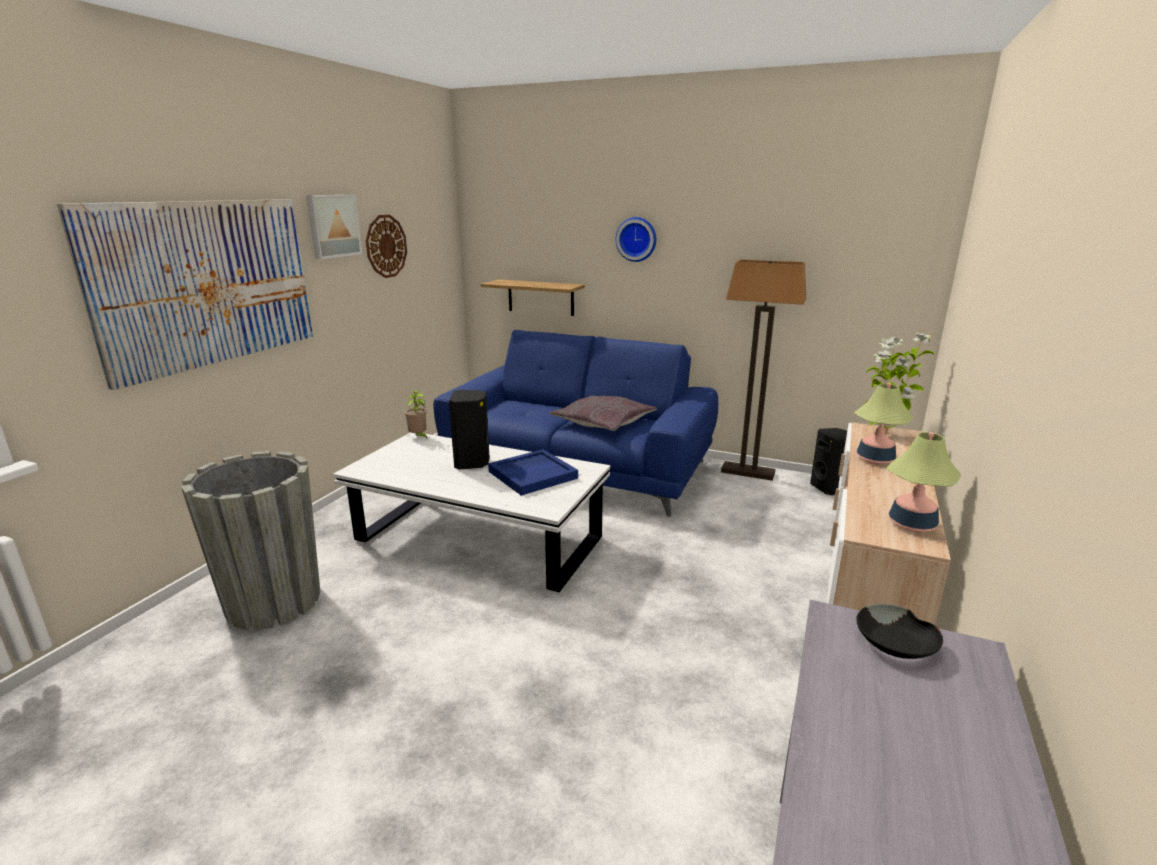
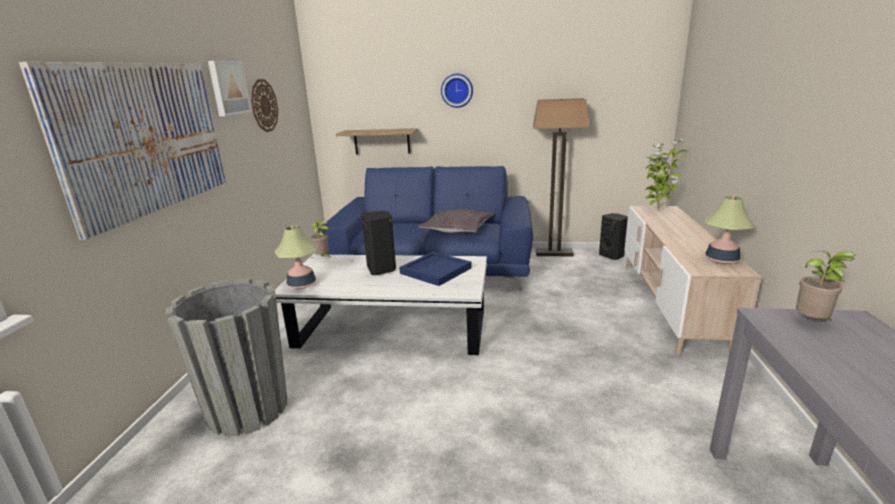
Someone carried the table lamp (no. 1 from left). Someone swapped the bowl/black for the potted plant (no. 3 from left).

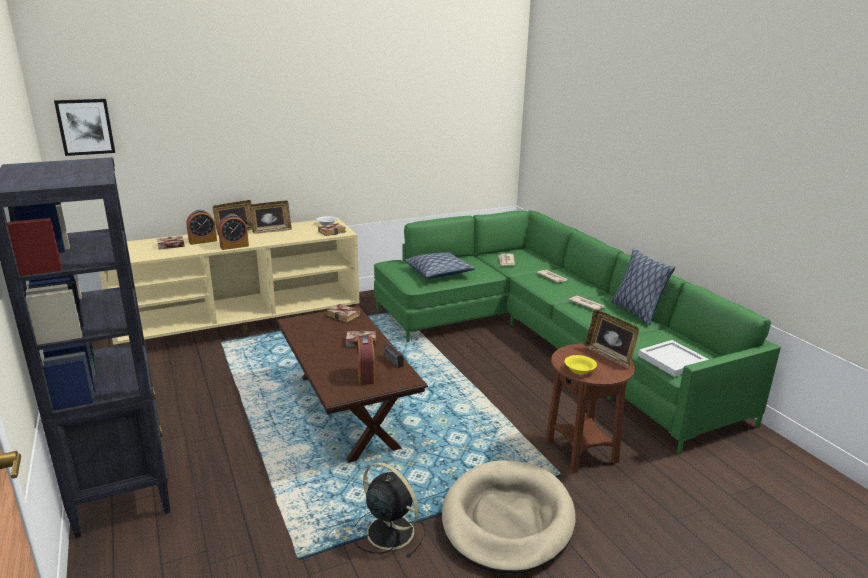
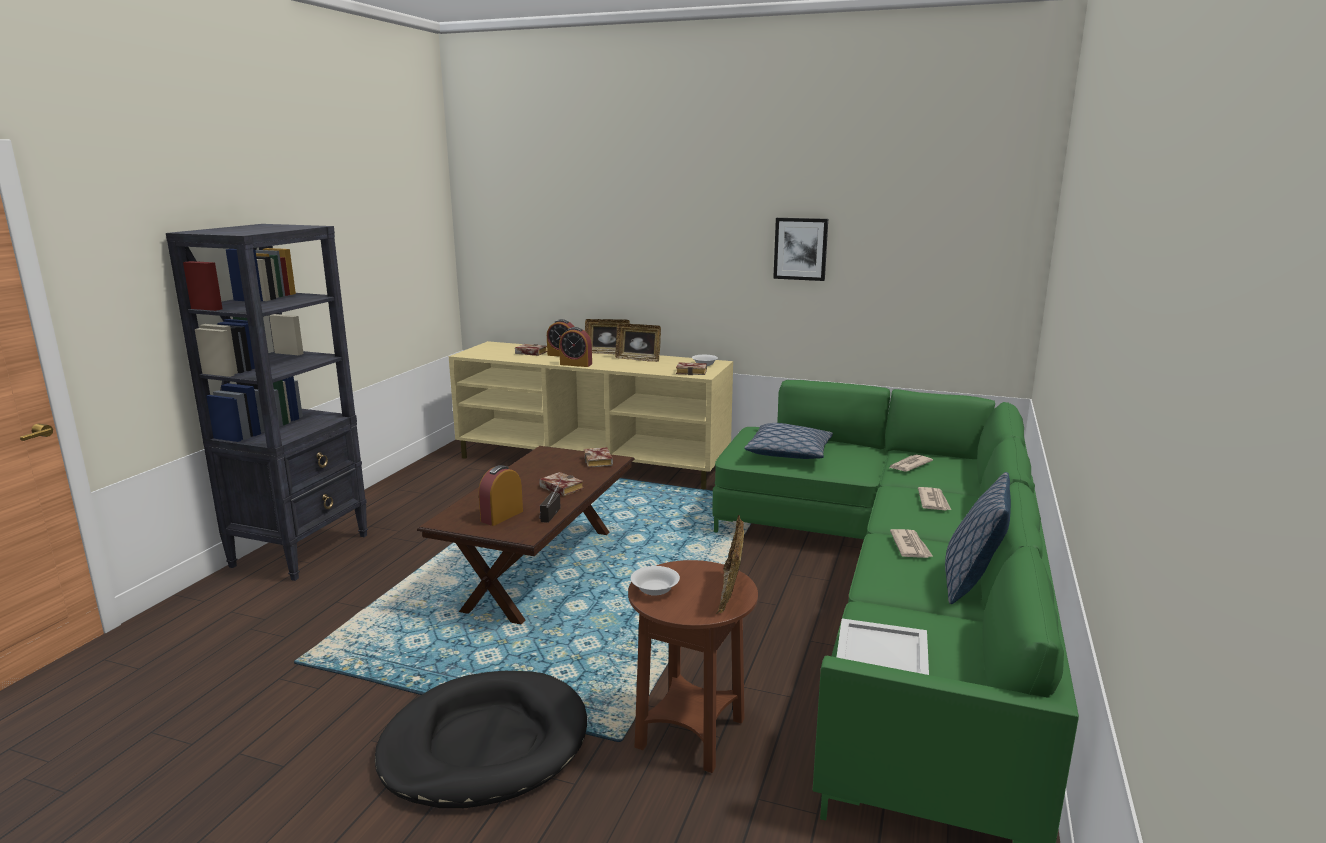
Someone carried the picture. Someone repainted the bowl/yellow, which became the bowl/white (no. 1 from left). Someone repainted the dog bed/beige, which became the dog bed/black. Someone took away the fan/black.

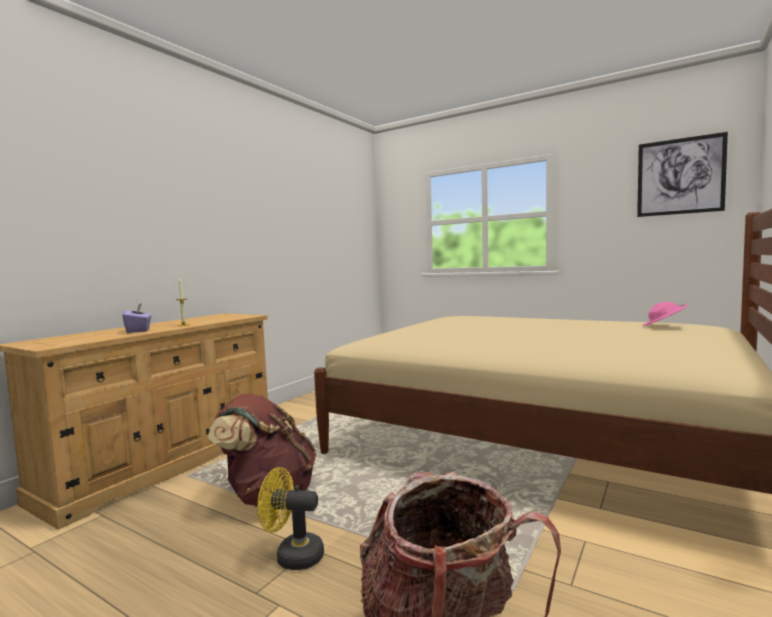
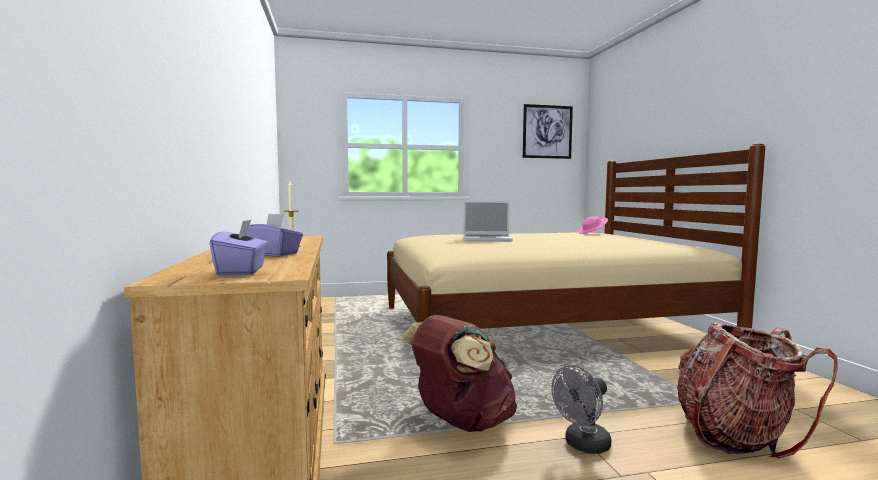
Someone repainted the fan/yellow, which became the fan/grey. Someone put down the laptop. Someone put down the tissue box/purple (no. 1 from left).

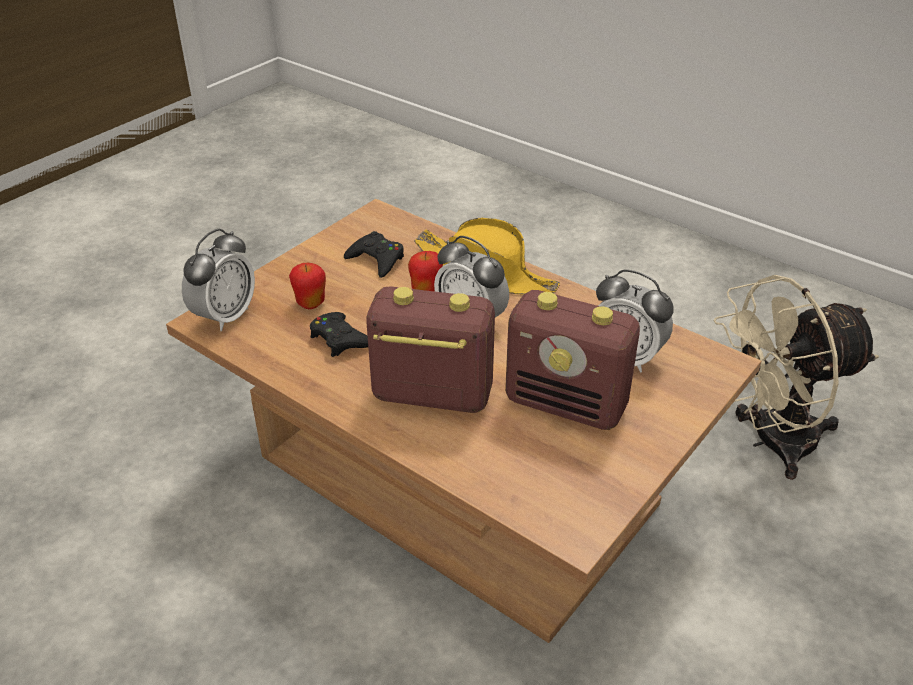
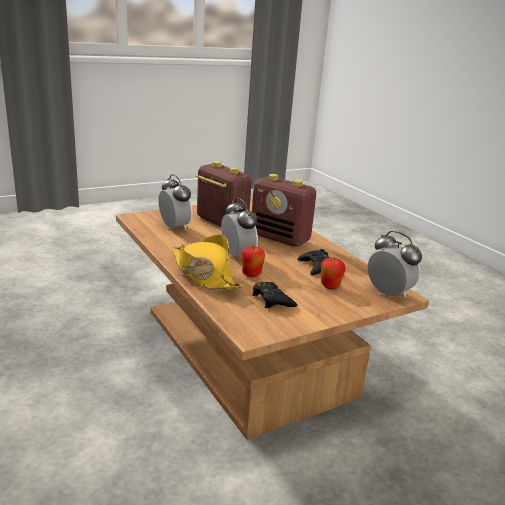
Someone rotated the alarm clock (no. 1 from left in the first image) by 90 degrees clockwise. Someone took away the fan/beige.

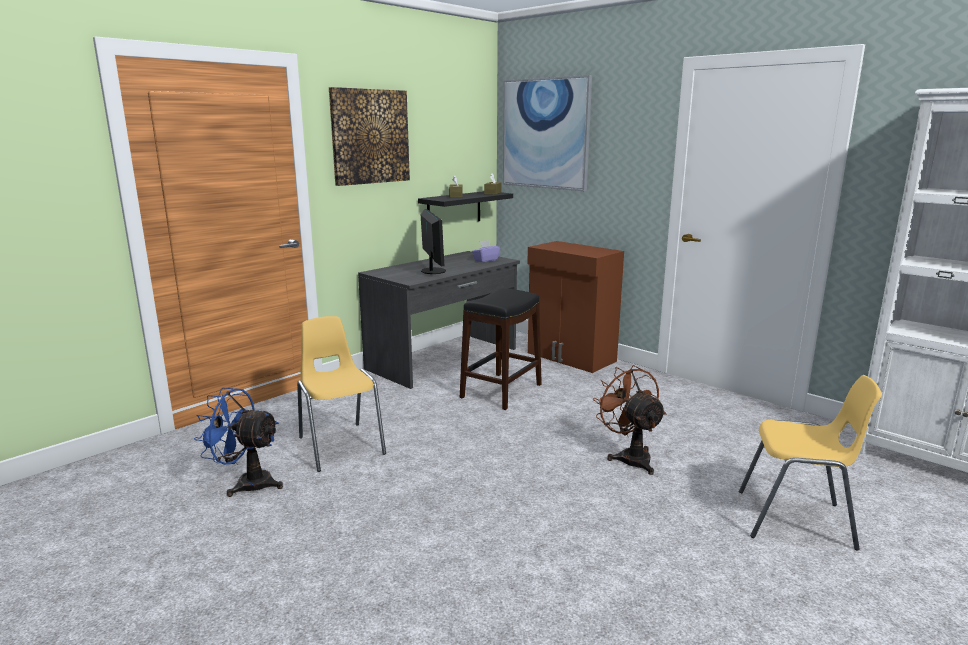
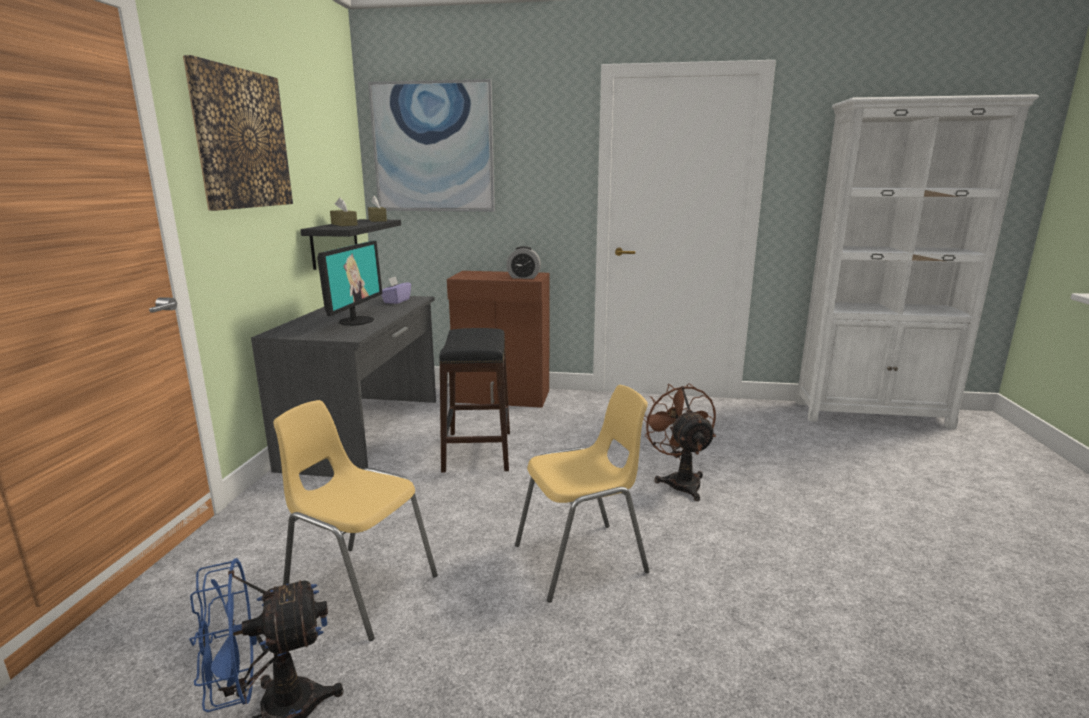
Someone rotated the monitor by 60 degrees clockwise. Someone rotated the fan/brown by 45 degrees clockwise. Someone carried the chair/yellow (no. 2 from left). Someone put down the alarm clock.

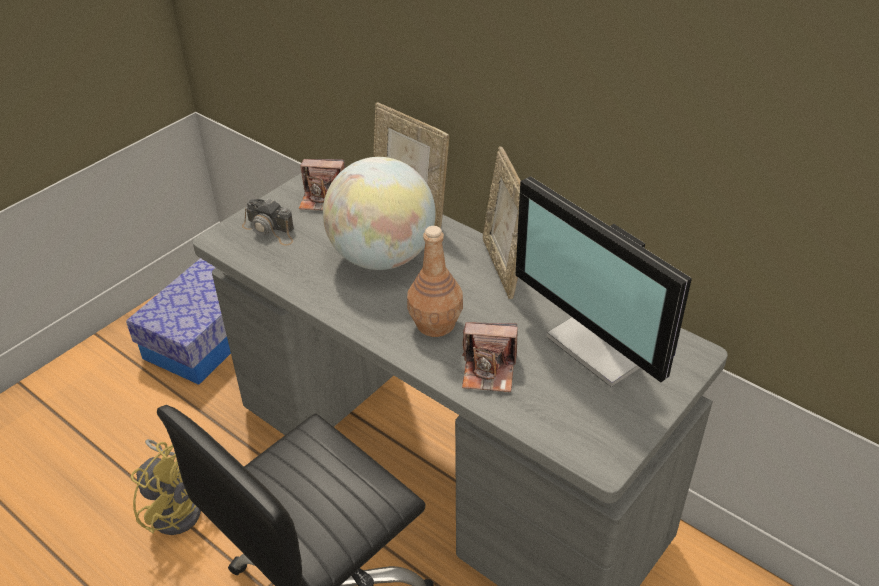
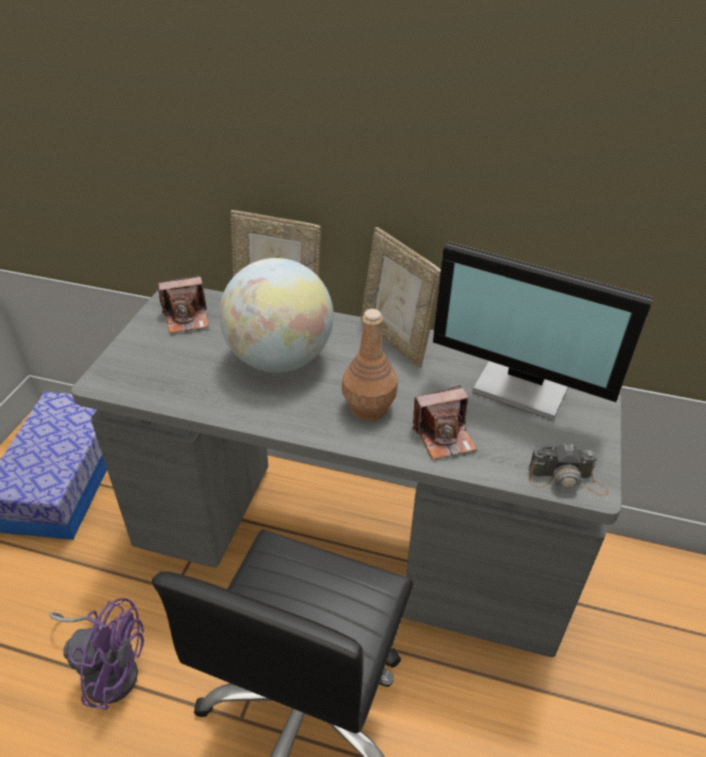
Someone carried the photo camera (no. 1 from left in the first image). Someone repainted the fan/yellow, which became the fan/purple.

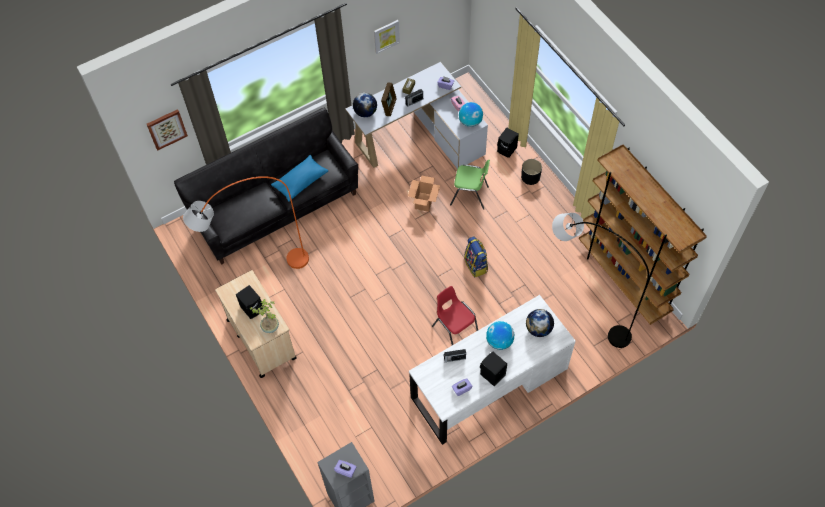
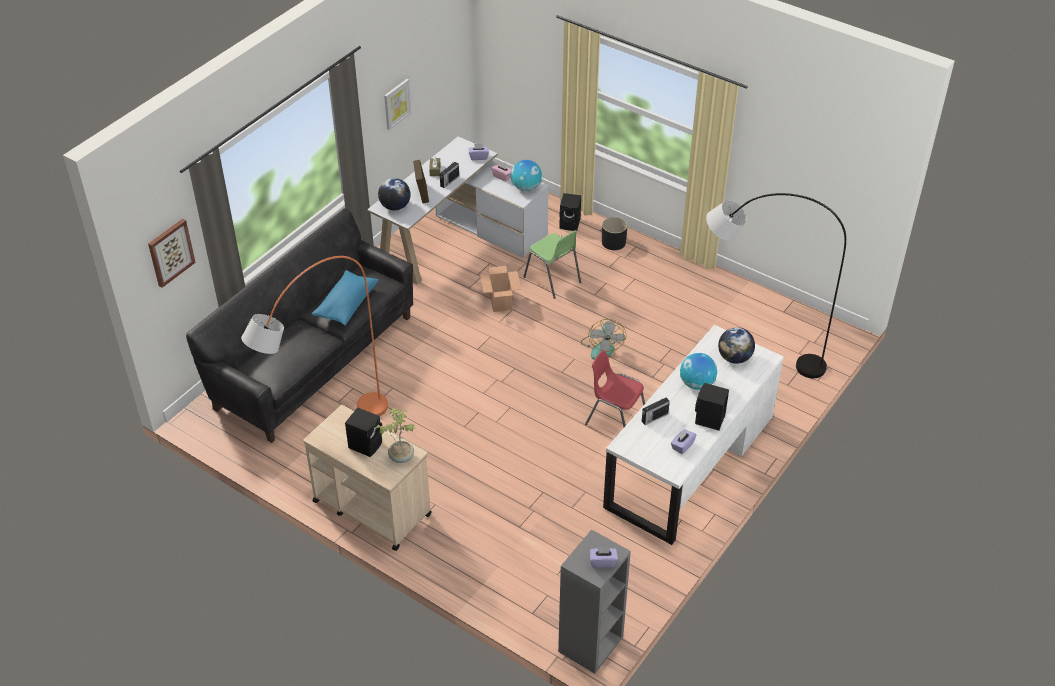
Someone took away the bookcase/brown. Someone rotated the chair/green by 60 degrees clockwise. Someone swapped the backpack for the fan.

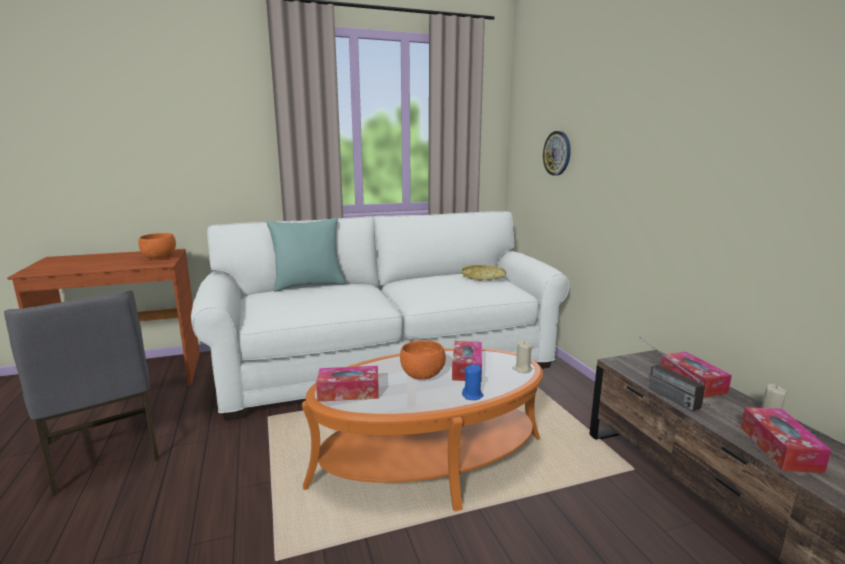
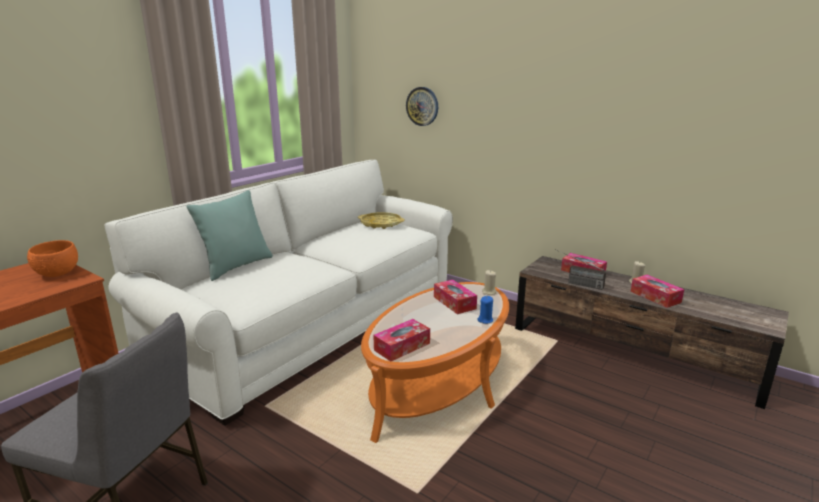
Someone took away the bowl/orange (no. 2 from left).

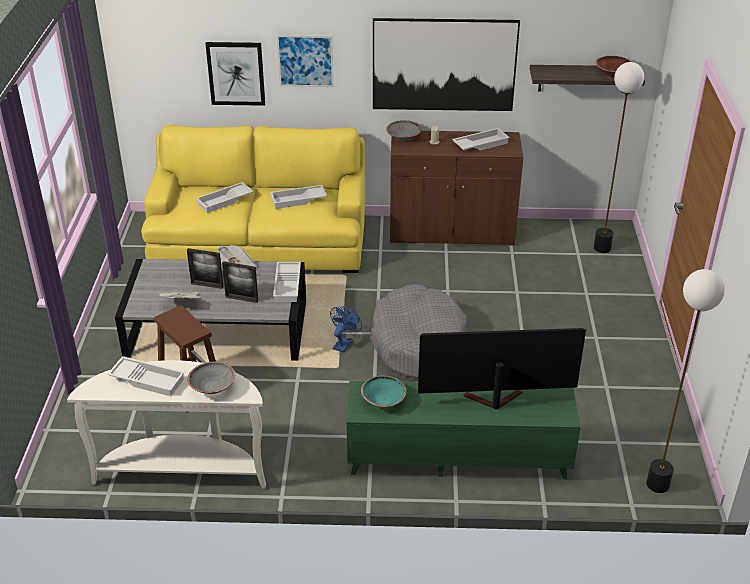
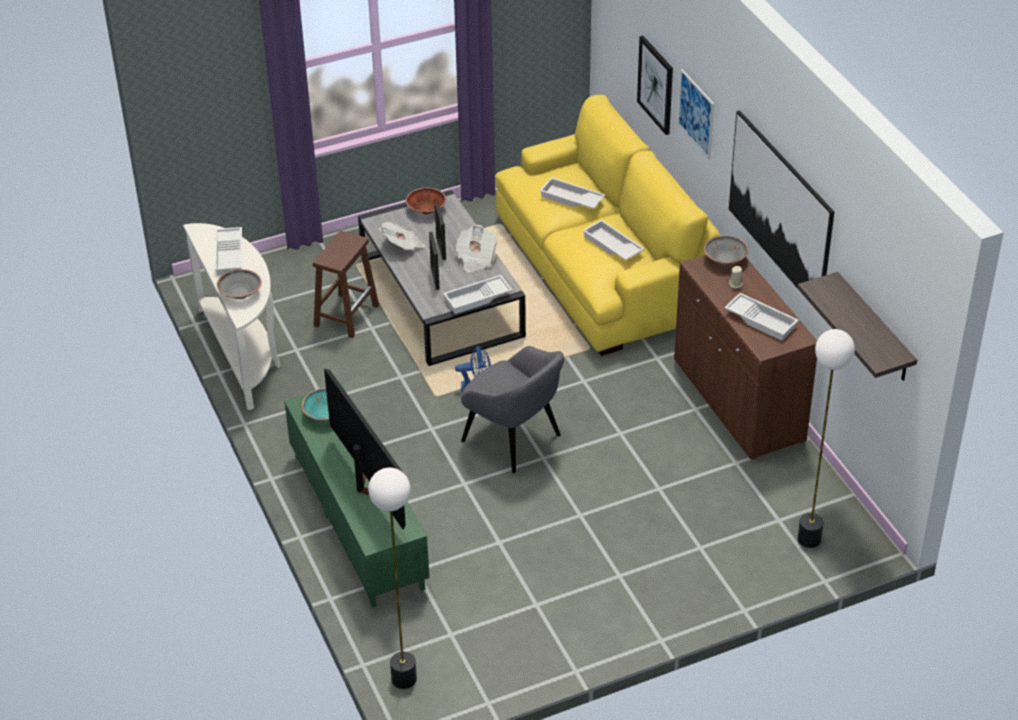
Someone carried the bowl/brown. Someone swapped the dog bed/grey for the armchair/grey.

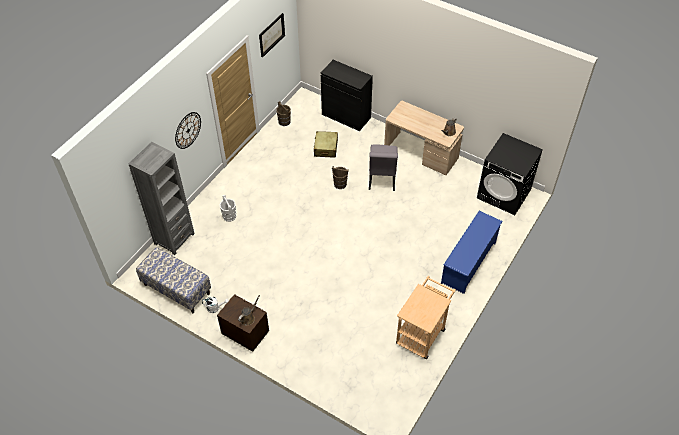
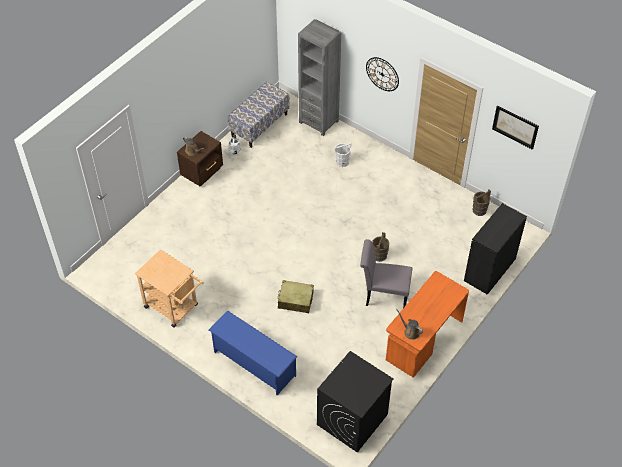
Someone repainted the desk/beige, which became the desk/orange. Someone carried the suitcase/beige.

